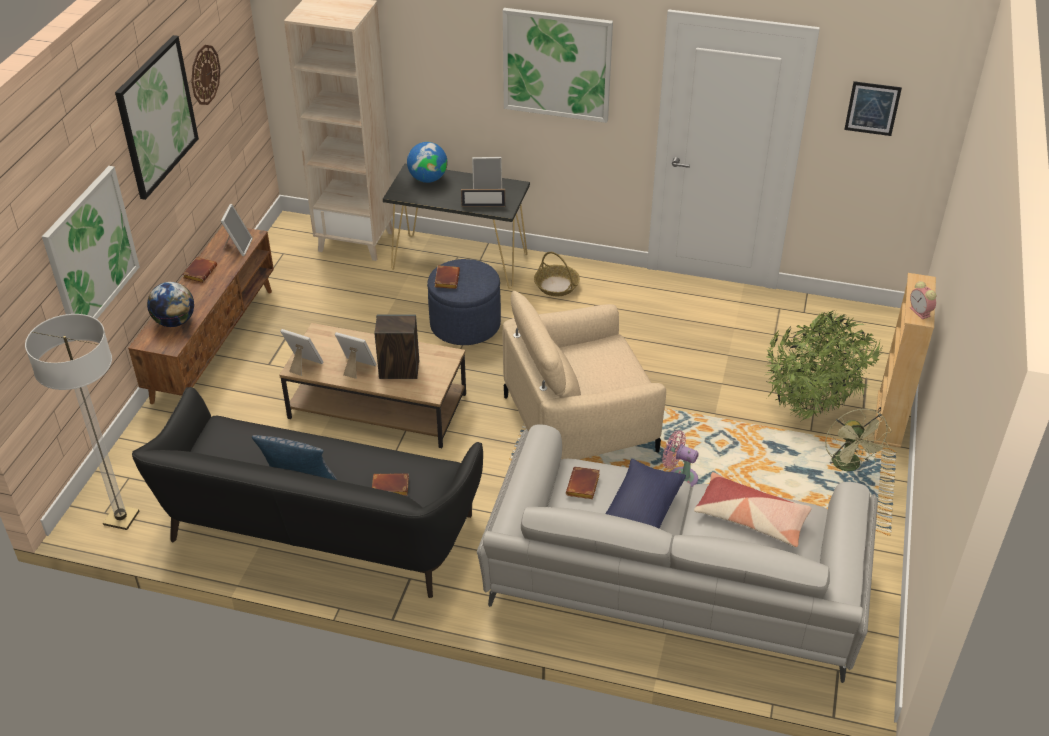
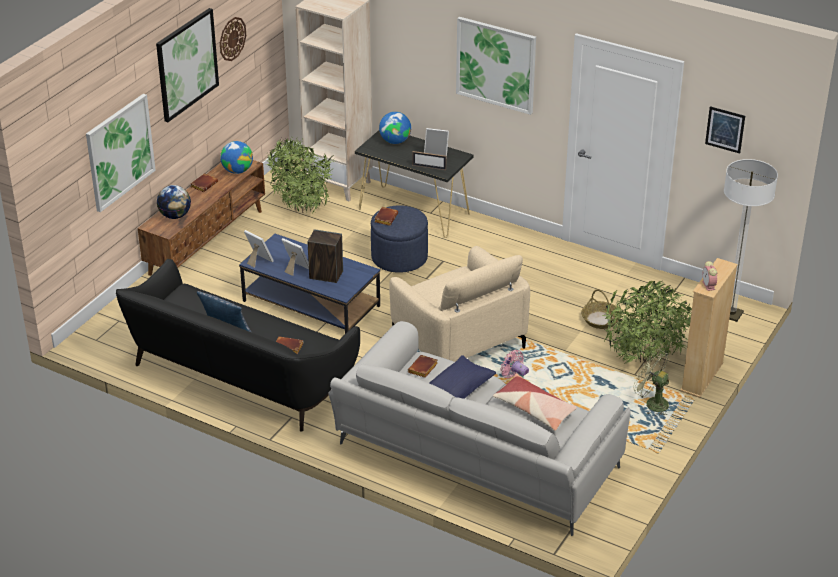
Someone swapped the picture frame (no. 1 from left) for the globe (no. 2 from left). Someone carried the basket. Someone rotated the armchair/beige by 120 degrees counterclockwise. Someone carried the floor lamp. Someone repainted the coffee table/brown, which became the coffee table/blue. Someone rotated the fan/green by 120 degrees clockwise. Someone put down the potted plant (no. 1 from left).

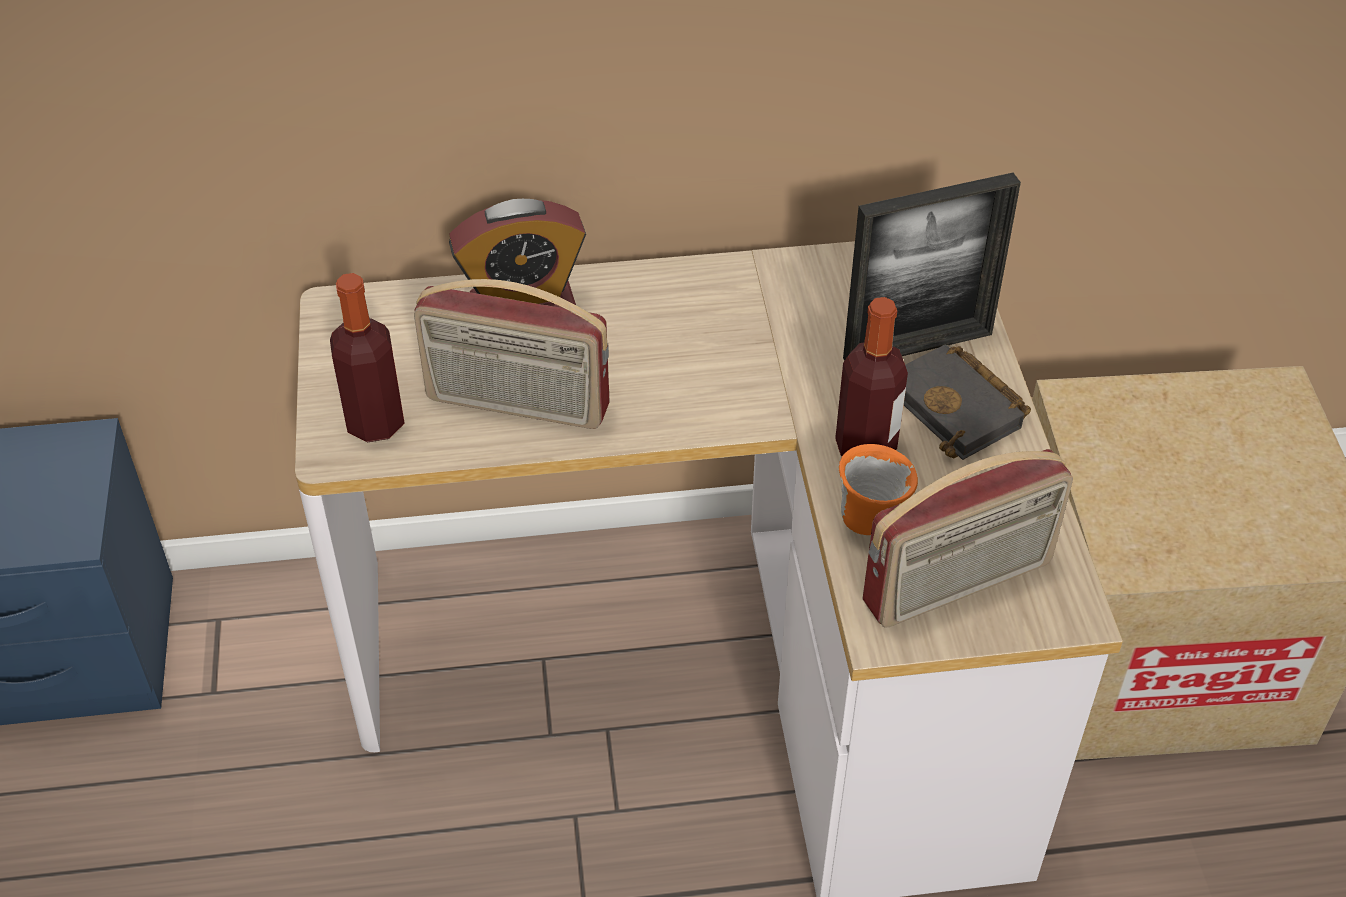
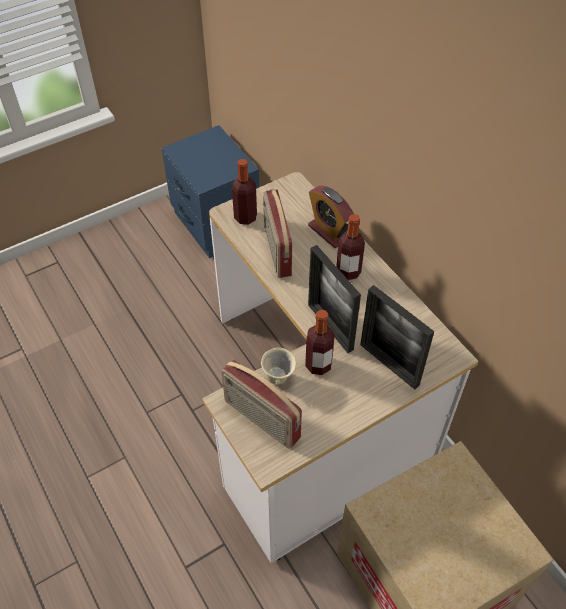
Someone took away the book/black. Someone repainted the mug/orange, which became the mug/beige. Someone put down the bottle (no. 3 from left). Someone put down the picture frame (no. 1 from left).

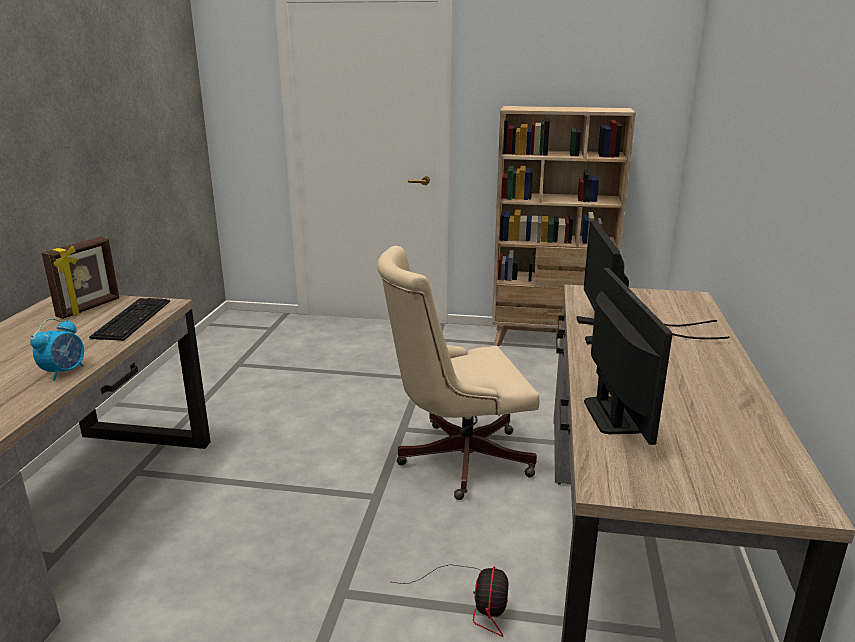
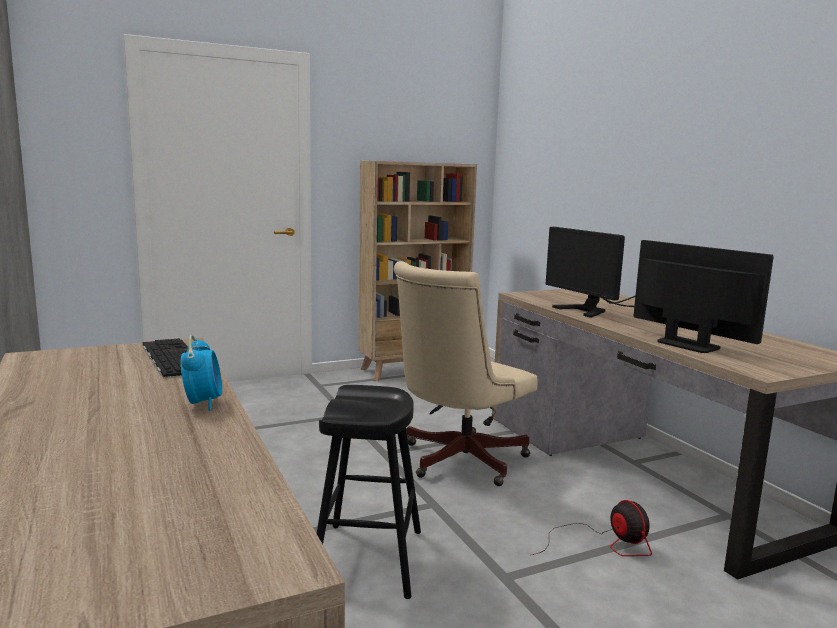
Someone took away the picture frame. Someone put down the stool/black.

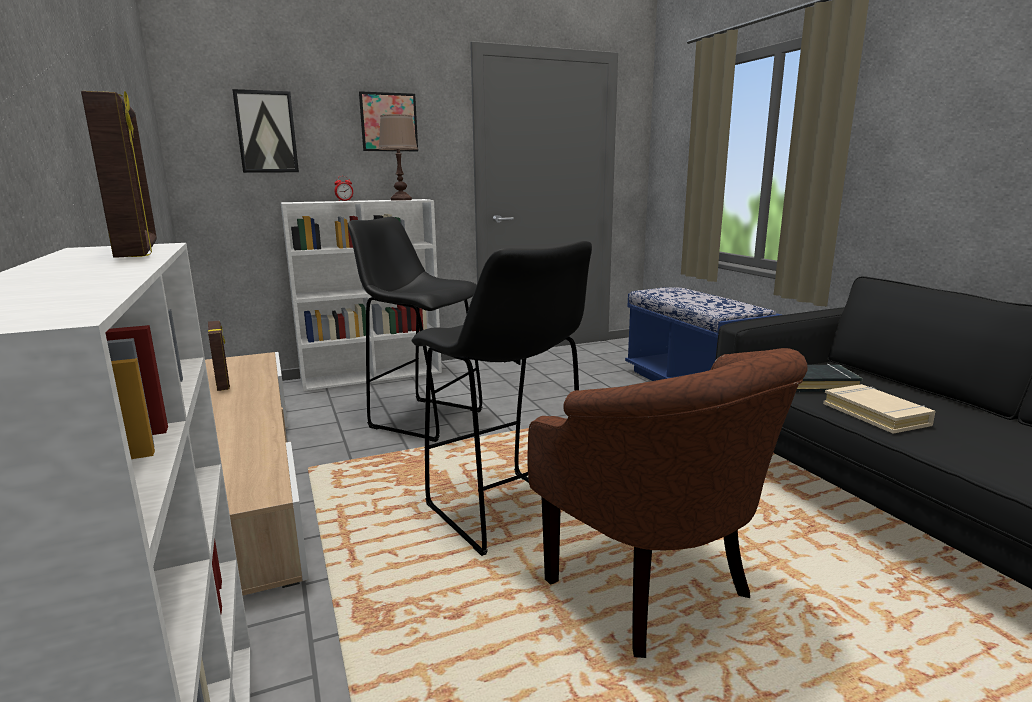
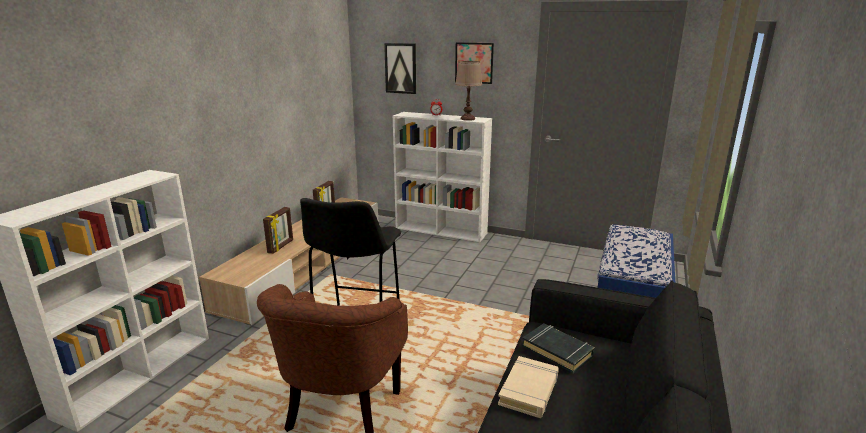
Someone carried the picture frame (no. 1 from left). Someone took away the stool/black (no. 1 from left).

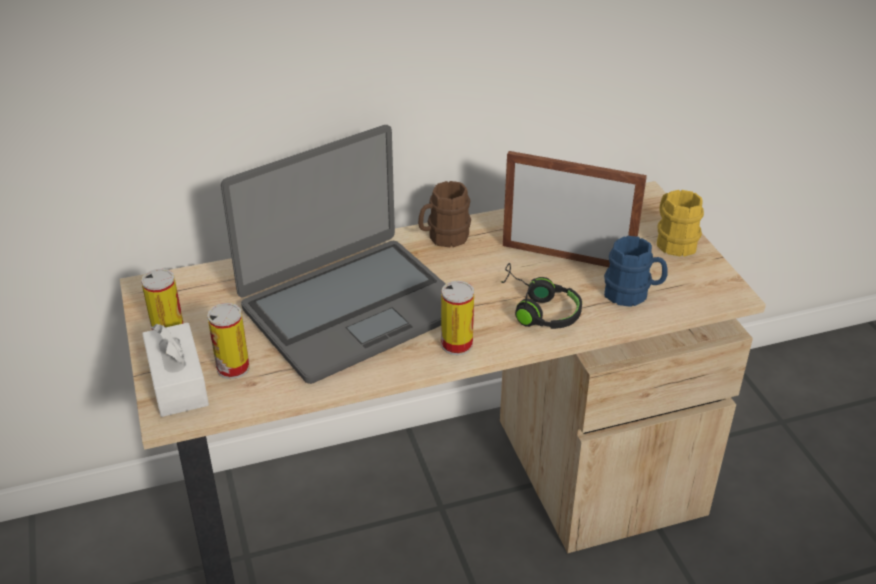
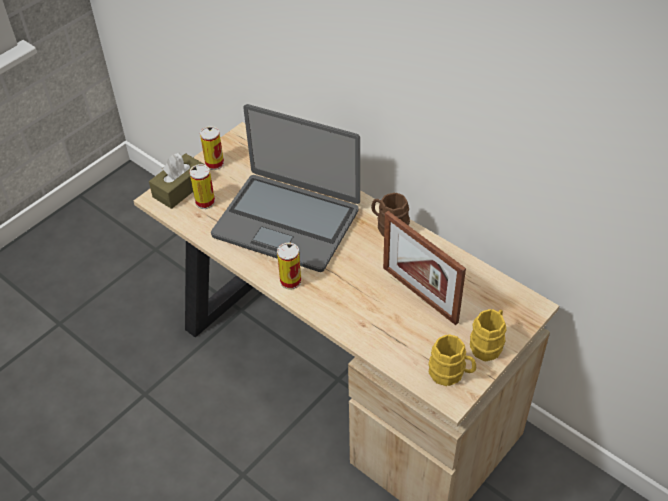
Someone rotated the picture frame by 150 degrees clockwise. Someone took away the mug/blue. Someone took away the headphones/black. Someone repainted the tissue box/white, which became the tissue box/brown. Someone put down the mug/yellow (no. 1 from left).

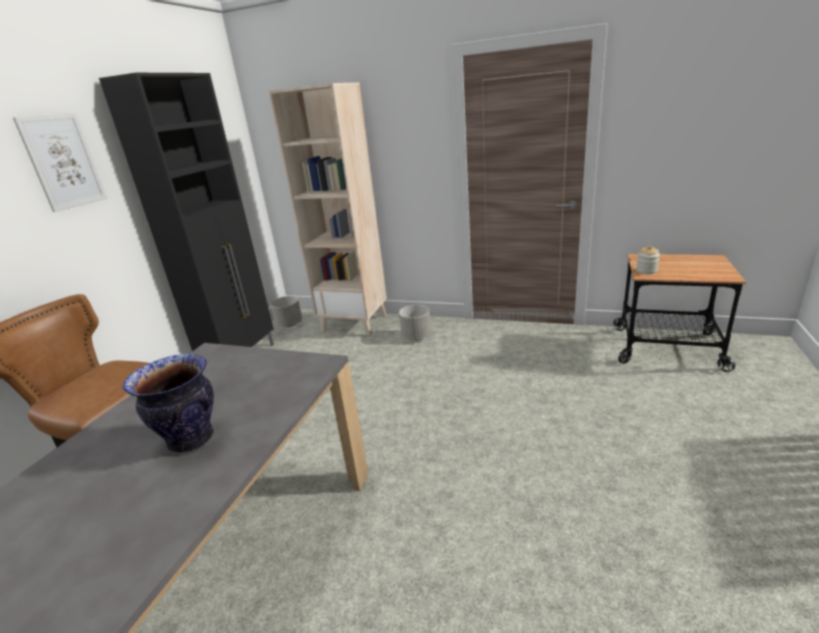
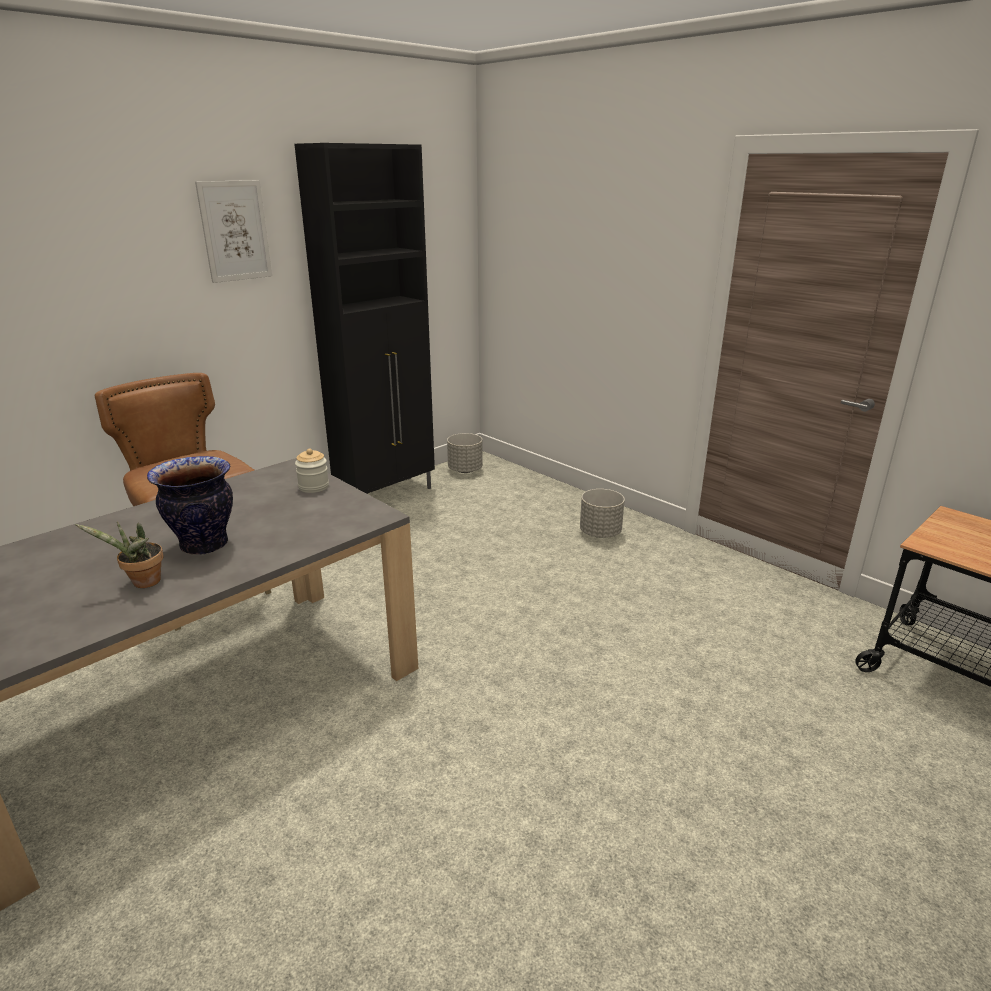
Someone took away the bookcase/beige. Someone carried the jar. Someone put down the potted plant.

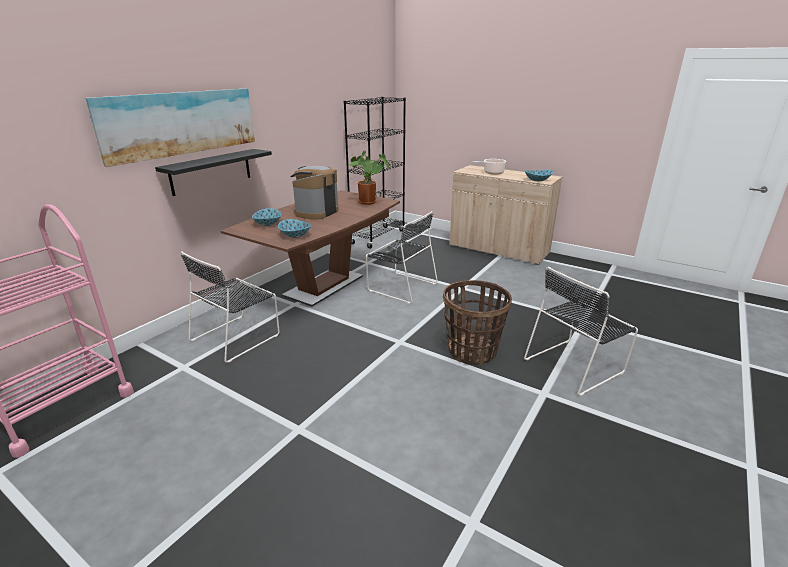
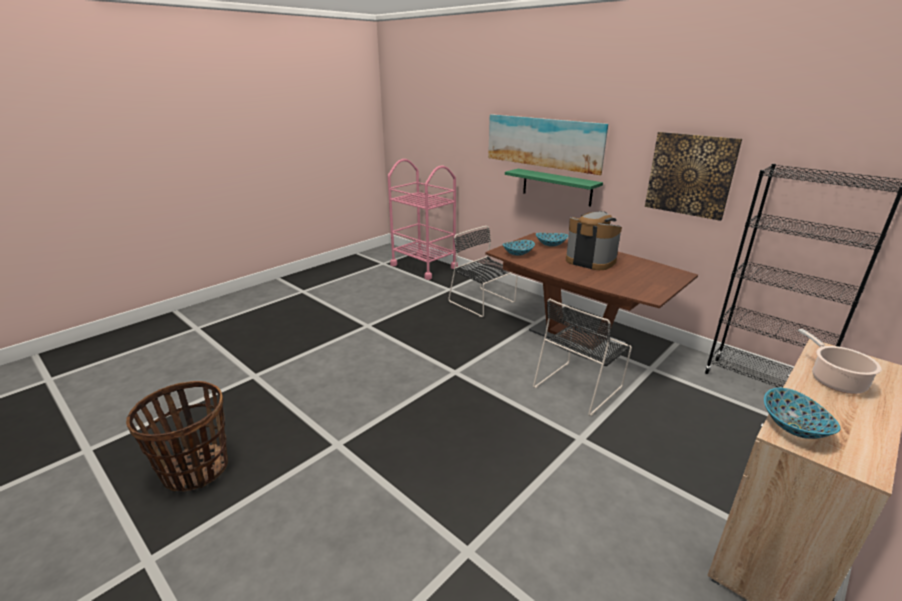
Someone repainted the shelf/black, which became the shelf/green. Someone took away the potted plant. Someone took away the chair/black (no. 3 from left). Someone carried the basket. Someone put up the picture (no. 2 from left).

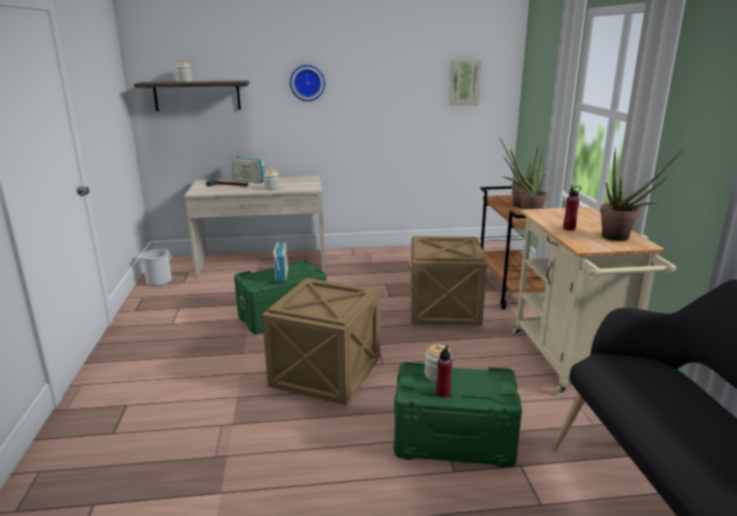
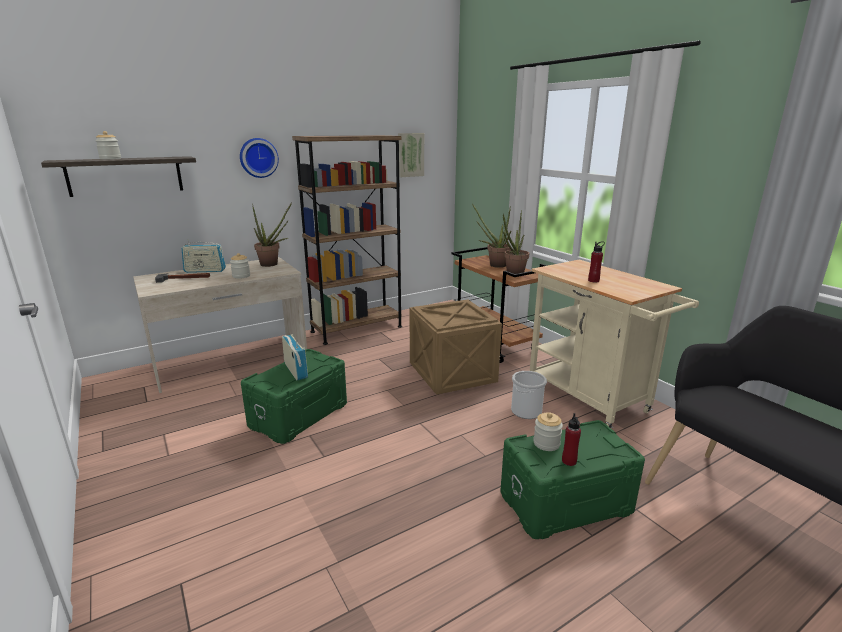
Someone carried the potted plant (no. 3 from left in the first image). Someone carried the bucket. Someone took away the crate (no. 1 from left). Someone put down the bookcase/brown.

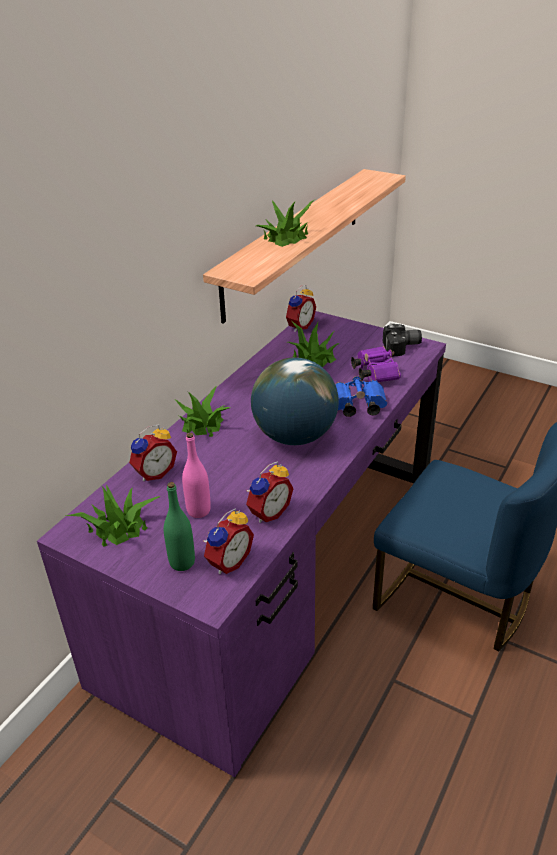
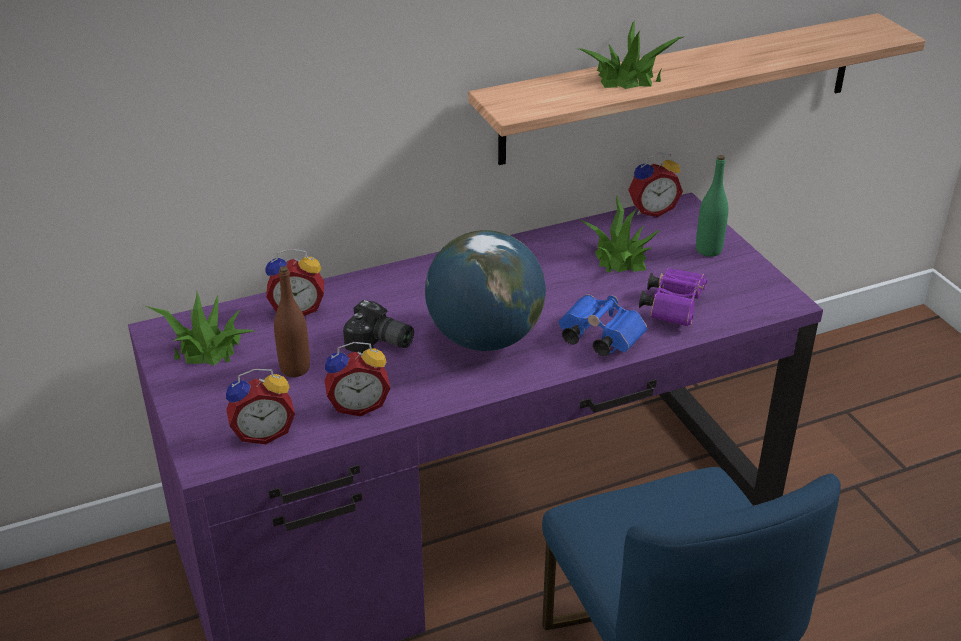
Someone carried the photo camera. Someone took away the potted plant (no. 2 from left). Someone repainted the bottle/pink, which became the bottle/brown. Someone carried the bottle/green.

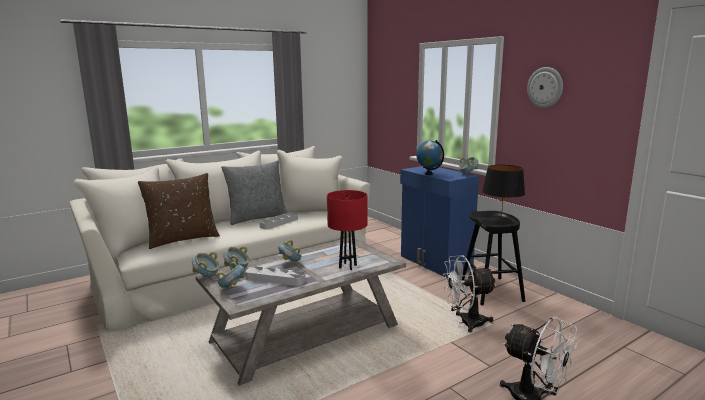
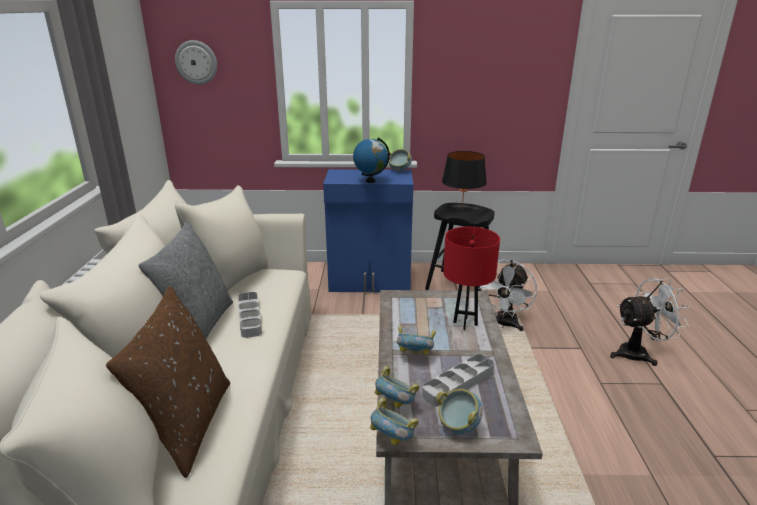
Someone carried the wall clock.

